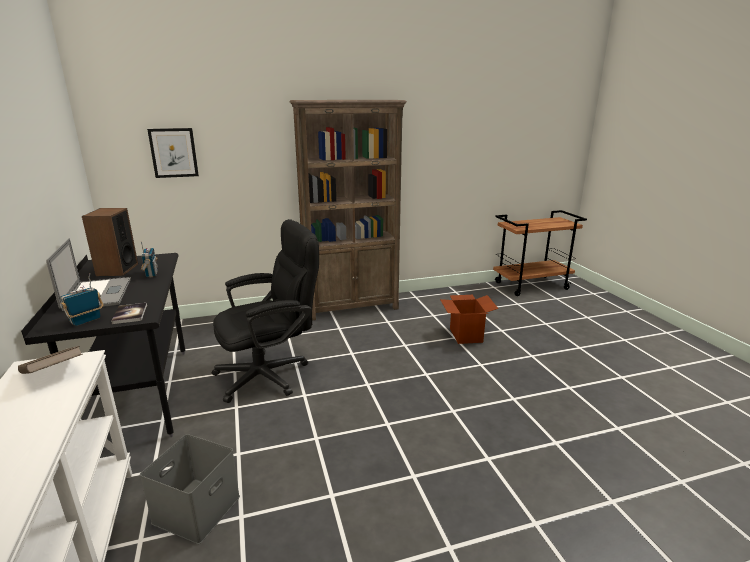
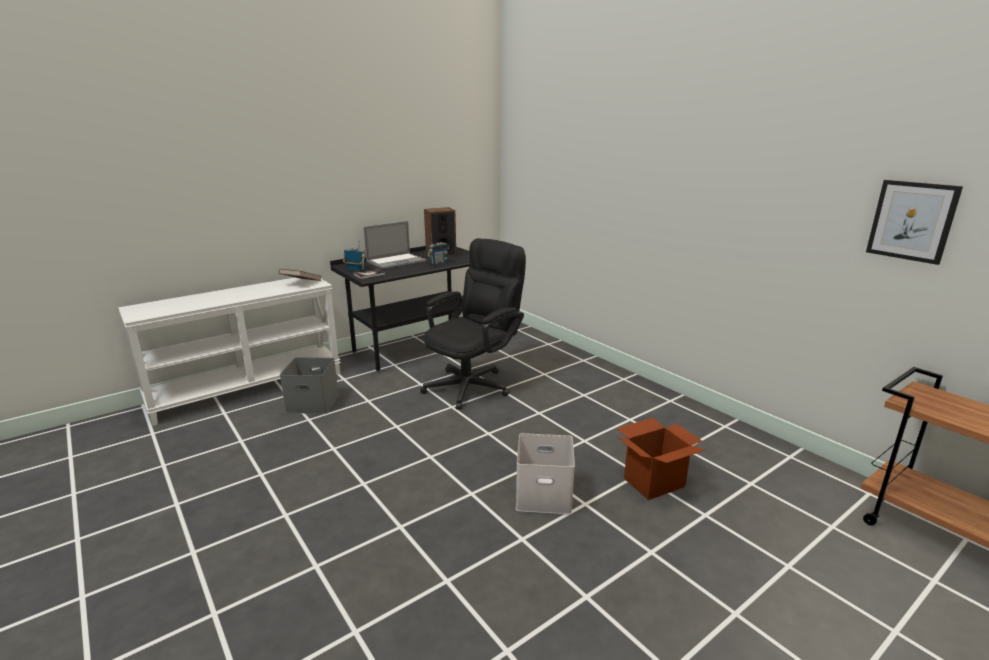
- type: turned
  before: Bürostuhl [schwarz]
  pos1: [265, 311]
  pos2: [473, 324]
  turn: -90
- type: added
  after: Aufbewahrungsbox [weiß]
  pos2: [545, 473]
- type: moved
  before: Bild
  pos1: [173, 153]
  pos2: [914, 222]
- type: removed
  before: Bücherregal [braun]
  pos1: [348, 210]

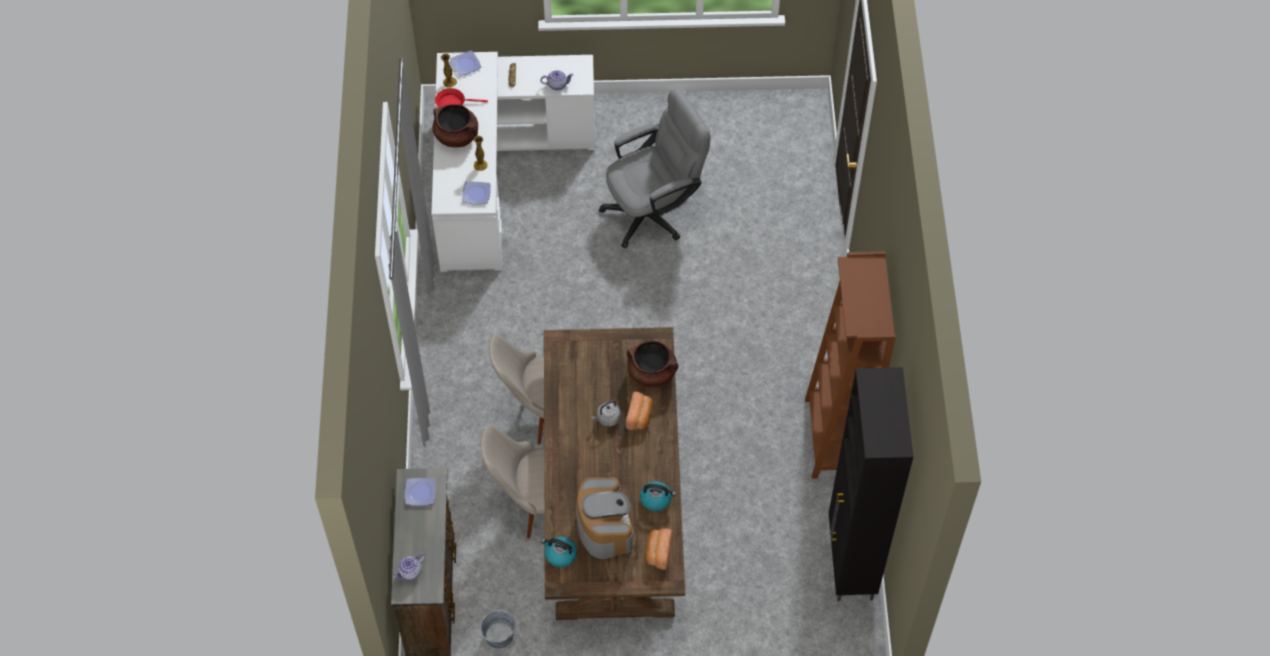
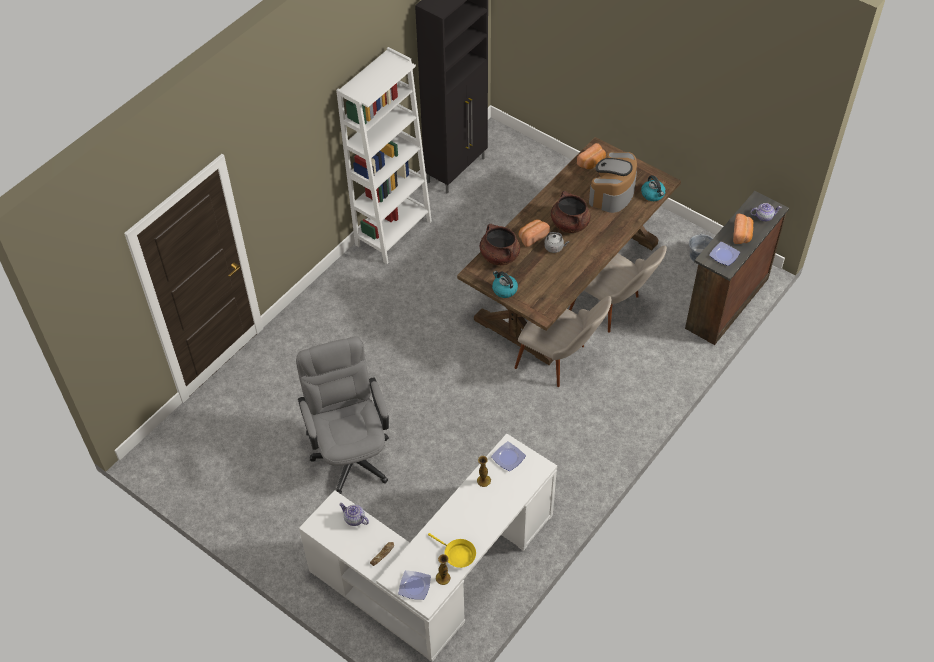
- type: turned
  before: Bürostuhl [grau]
  pos1: [655, 168]
  pos2: [342, 415]
  turn: 60
- type: recoloured
  before: Bücherregal [braun]
  after: Bücherregal [weiß]
  pos1: [850, 365]
  pos2: [384, 155]
- type: recoloured
  before: Pfanne [rot]
  after: Pfanne [gelb]
  pos1: [461, 98]
  pos2: [452, 550]
- type: moved
  before: Wasserkessel
  pos1: [658, 496]
  pos2: [505, 284]
- type: moved
  before: Kochtopf [braun]
  pos1: [455, 126]
  pos2: [570, 212]
- type: added
  after: Brot
  pos2: [743, 229]

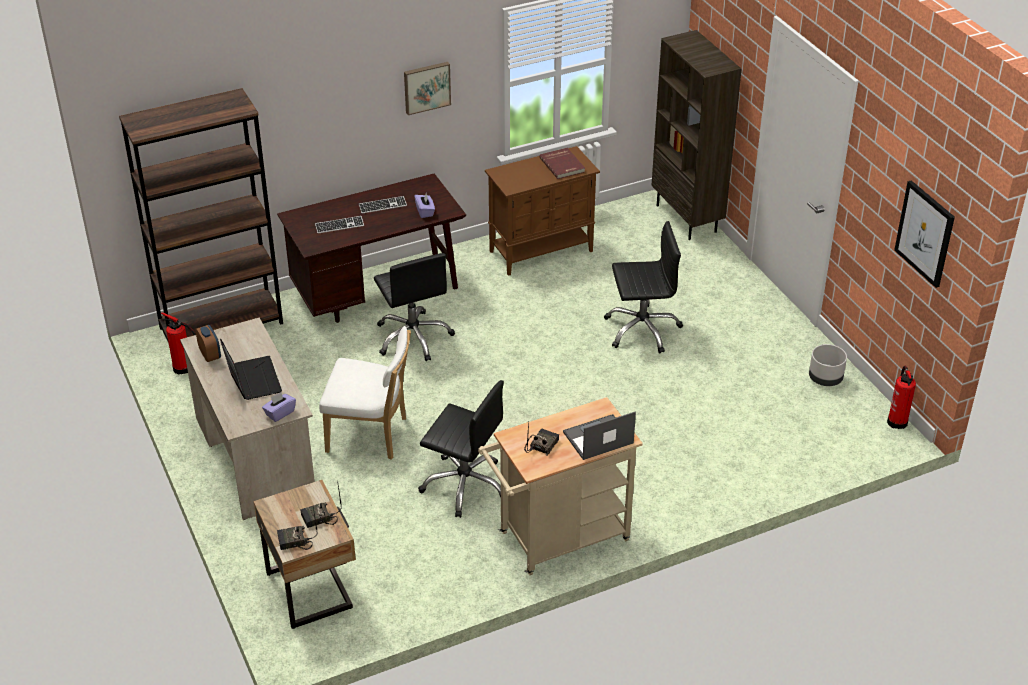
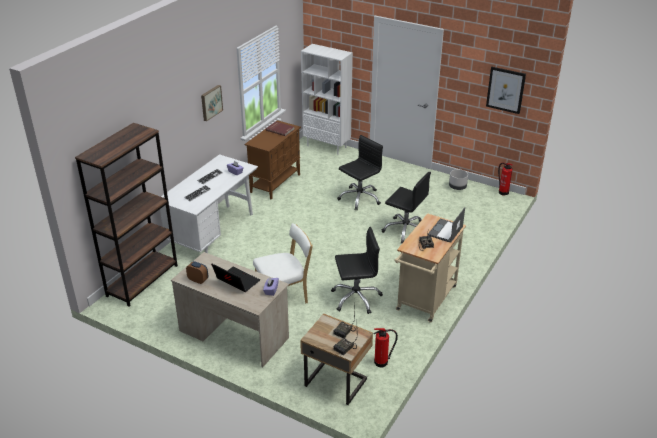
- type: recoloured
  before: Schreibtisch [braun]
  after: Schreibtisch [weiß]
  pos1: [371, 248]
  pos2: [209, 203]
- type: recoloured
  before: Bücherregal [braun]
  after: Bücherregal [weiß]
  pos1: [696, 135]
  pos2: [327, 99]
- type: moved
  before: Feuerlöscher
  pos1: [178, 343]
  pos2: [386, 347]
- type: moved
  before: Bürostuhl [schwarz]
  pos1: [414, 307]
  pos2: [406, 207]

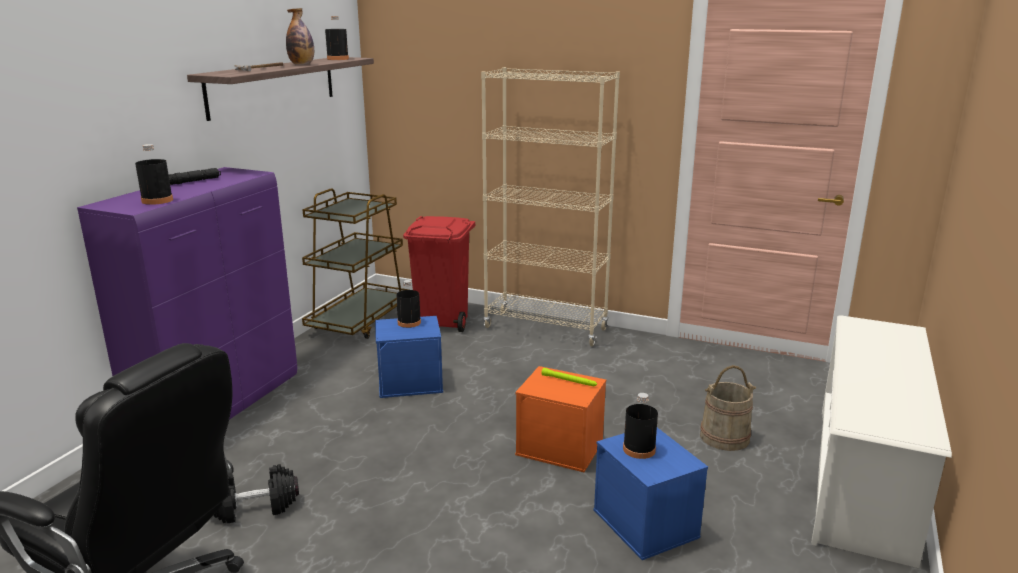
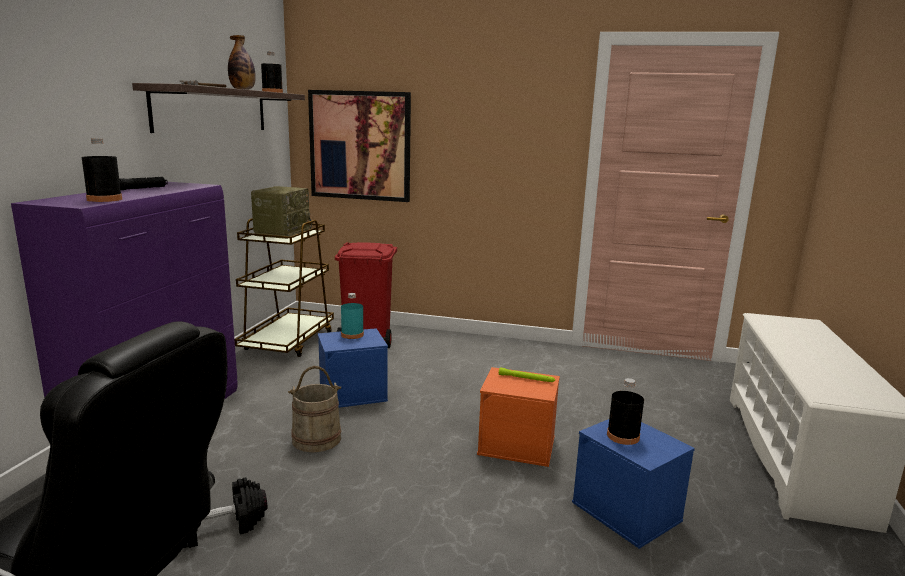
- type: added
  after: Radio
  pos2: [281, 212]
- type: moved
  before: Eimer [beige]
  pos1: [728, 408]
  pos2: [314, 409]
- type: added
  after: Bild
  pos2: [359, 146]
- type: recoloured
  before: Flasche [schwarz]
  after: Flasche [türkis]
  pos1: [408, 304]
  pos2: [352, 316]
- type: removed
  before: Bücherregal [beige]
  pos1: [550, 206]

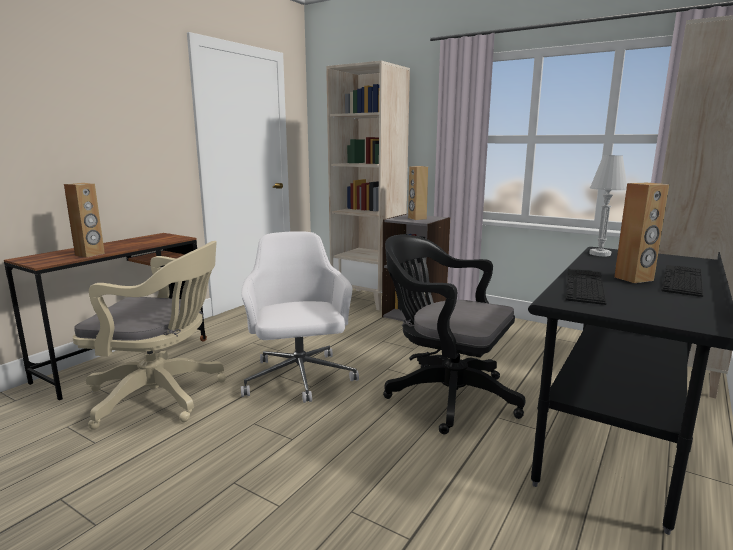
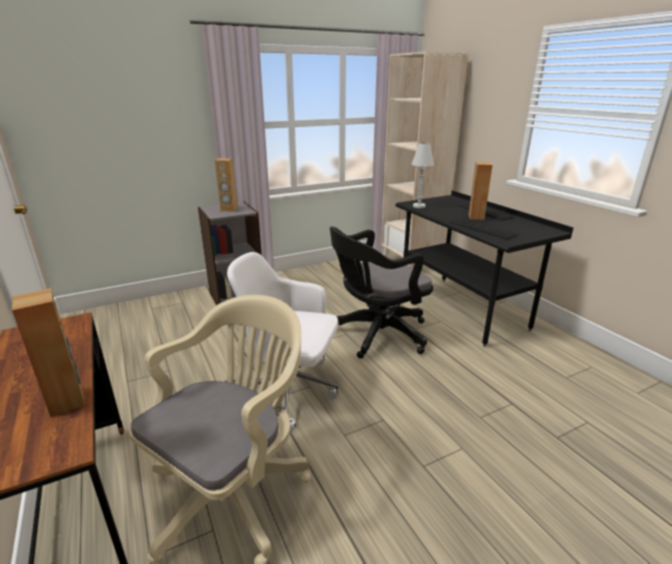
- type: removed
  before: Bücherregal [beige]
  pos1: [368, 185]

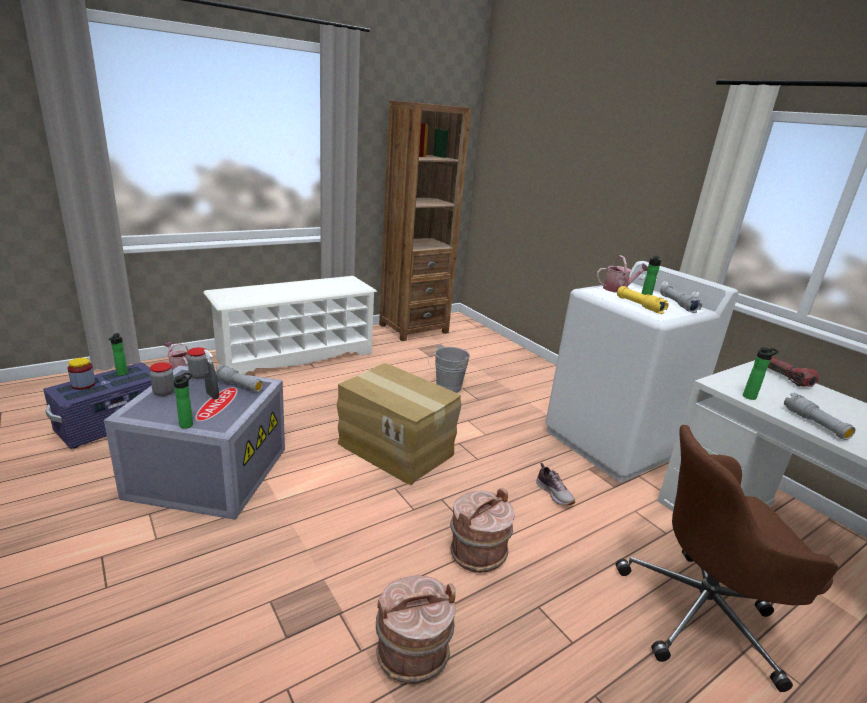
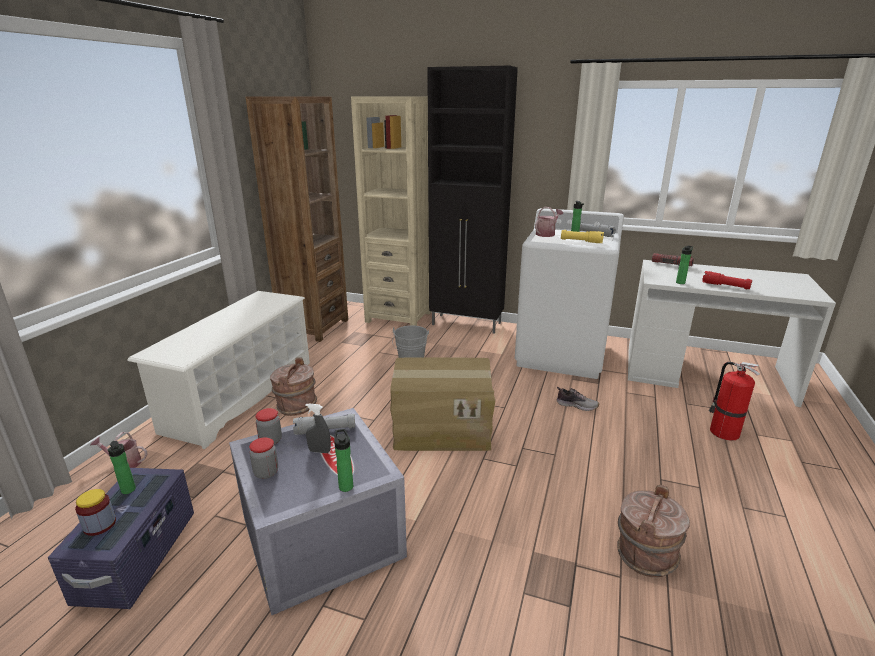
- type: moved
  before: Eimer [braun]
  pos1: [482, 530]
  pos2: [293, 386]
- type: added
  after: Bücherregal [beige]
  pos2: [391, 211]
- type: added
  after: Schrank [schwarz]
  pos2: [472, 200]
- type: recoloured
  before: Taschenlampe [grau]
  after: Taschenlampe [rot]
  pos1: [819, 416]
  pos2: [727, 280]
- type: replaced
  before: Bürostuhl [braun]
  after: Feuerlöscher
  pos1: [727, 558]
  pos2: [734, 401]

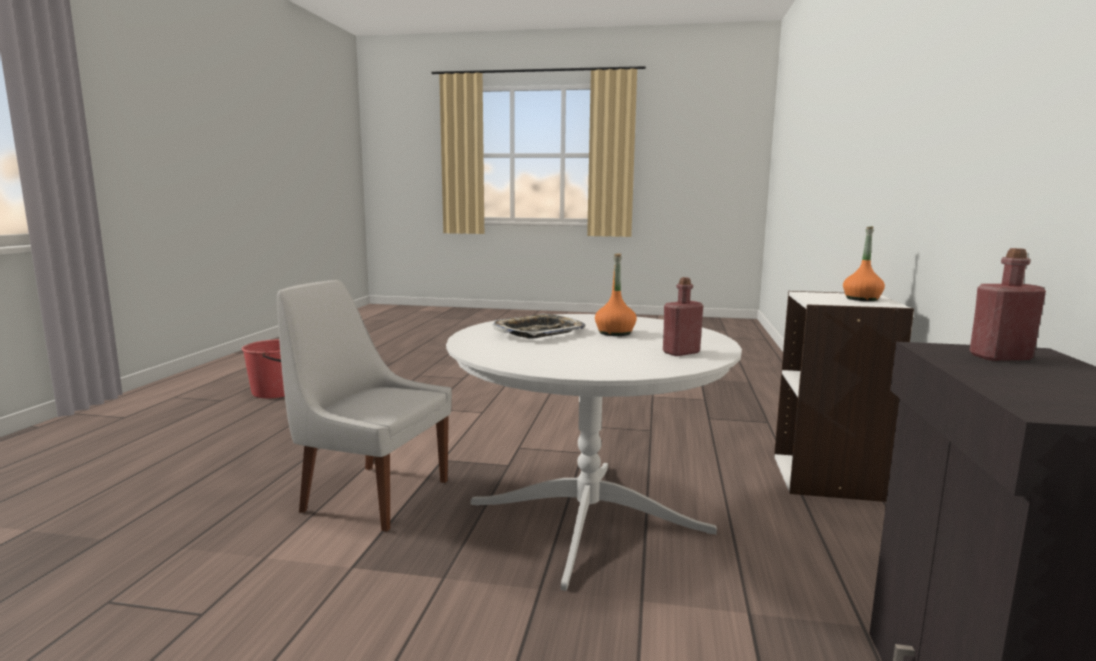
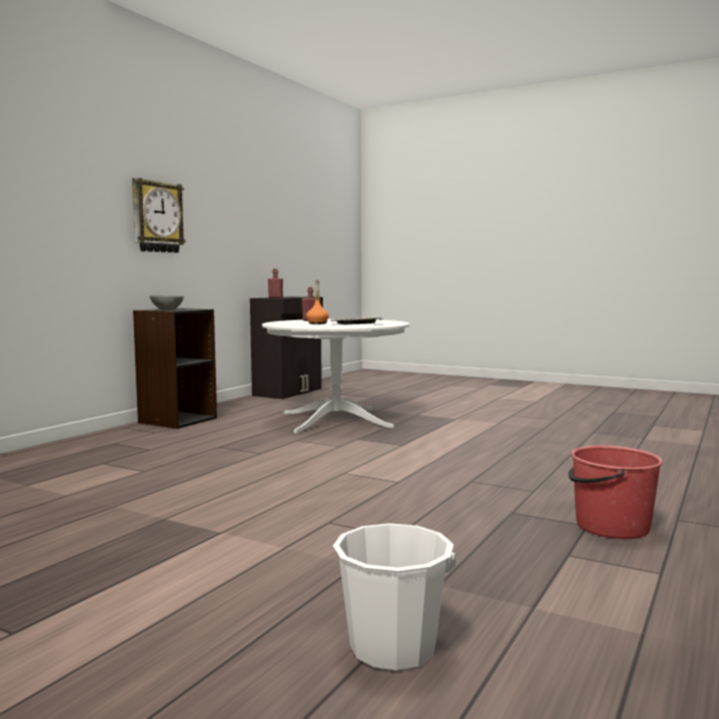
- type: added
  after: Wanduhr
  pos2: [159, 215]
- type: recoloured
  before: Bücherregal [weiß]
  after: Bücherregal [schwarz]
  pos1: [844, 396]
  pos2: [175, 368]
- type: replaced
  before: Flasche [orange]
  after: Schüssel [grau]
  pos1: [864, 263]
  pos2: [167, 302]
- type: added
  after: Eimer [weiß]
  pos2: [394, 596]
- type: removed
  before: Stuhl [weiß]
  pos1: [364, 406]

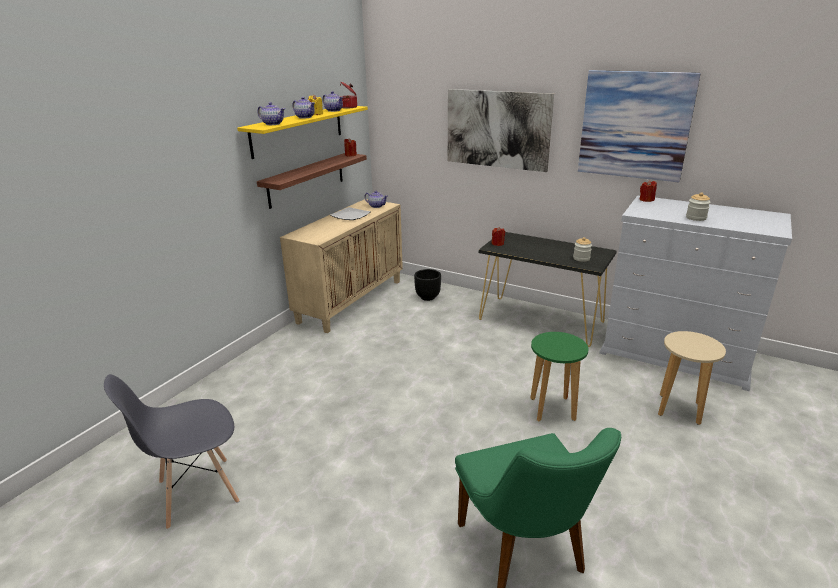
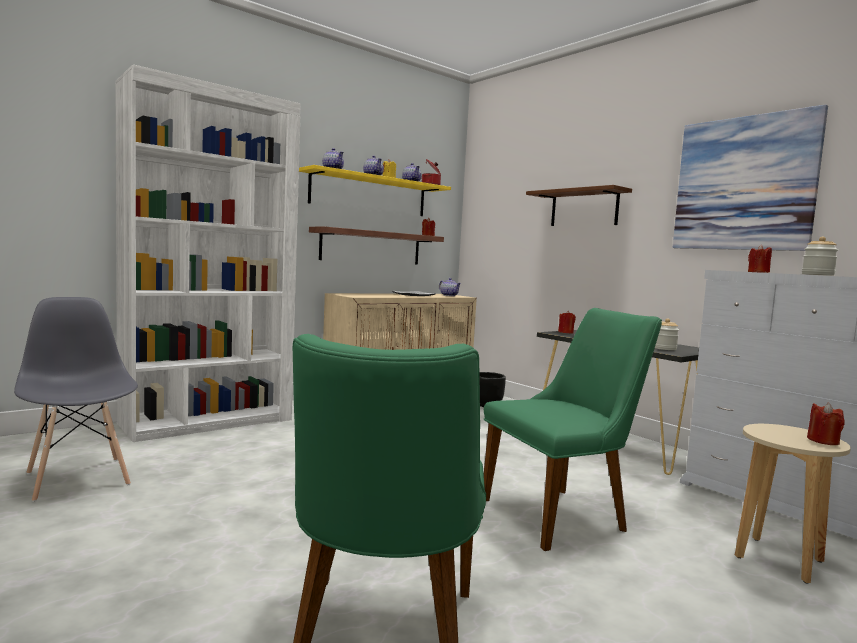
- type: turned
  before: Stuhl [grau]
  pos1: [172, 451]
  pos2: [76, 399]
  turn: 60
- type: added
  after: Bücherregal [weiß]
  pos2: [208, 253]
- type: replaced
  before: Hocker [grün]
  after: Stuhl [grün]
  pos1: [559, 376]
  pos2: [573, 429]
- type: replaced
  before: Bild
  after: Wandregal [braun]
  pos1: [501, 130]
  pos2: [579, 205]
- type: added
  after: Kerze [rot]
  pos2: [826, 424]

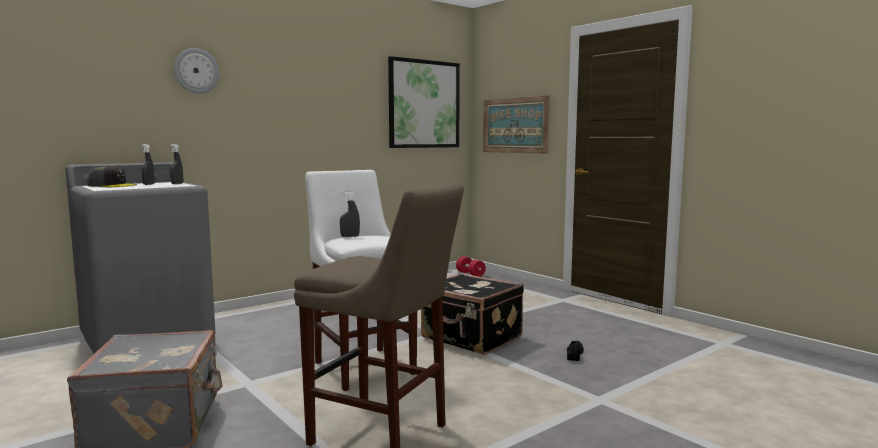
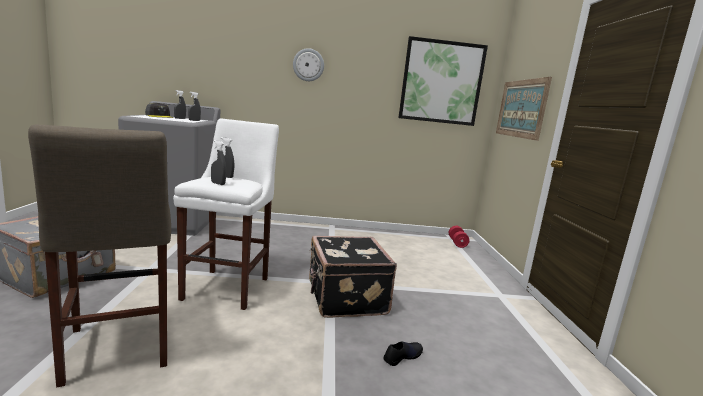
- type: added
  after: Sprühflasche [grau]
  pos2: [218, 162]
- type: moved
  before: Wanduhr
  pos1: [196, 71]
  pos2: [308, 64]

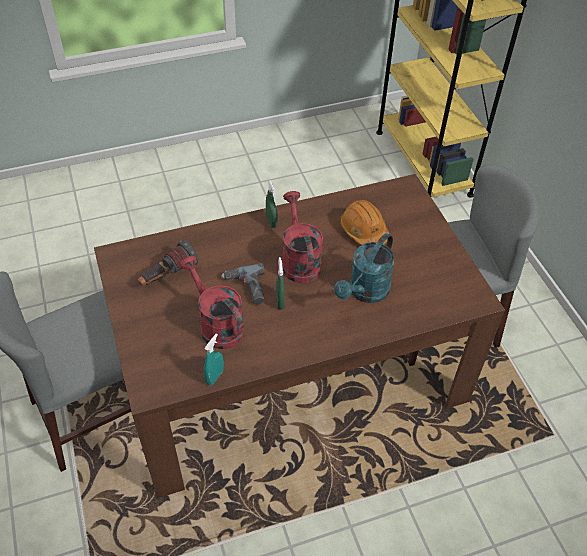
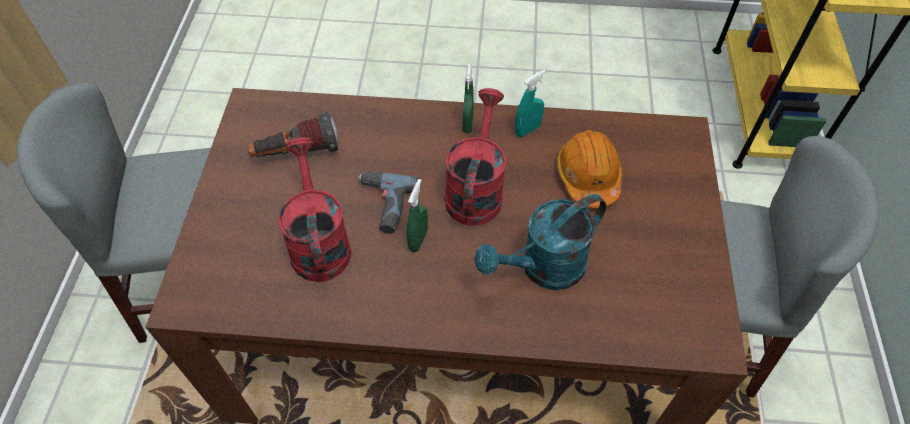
- type: moved
  before: Sprühflasche [türkis]
  pos1: [214, 359]
  pos2: [530, 103]

